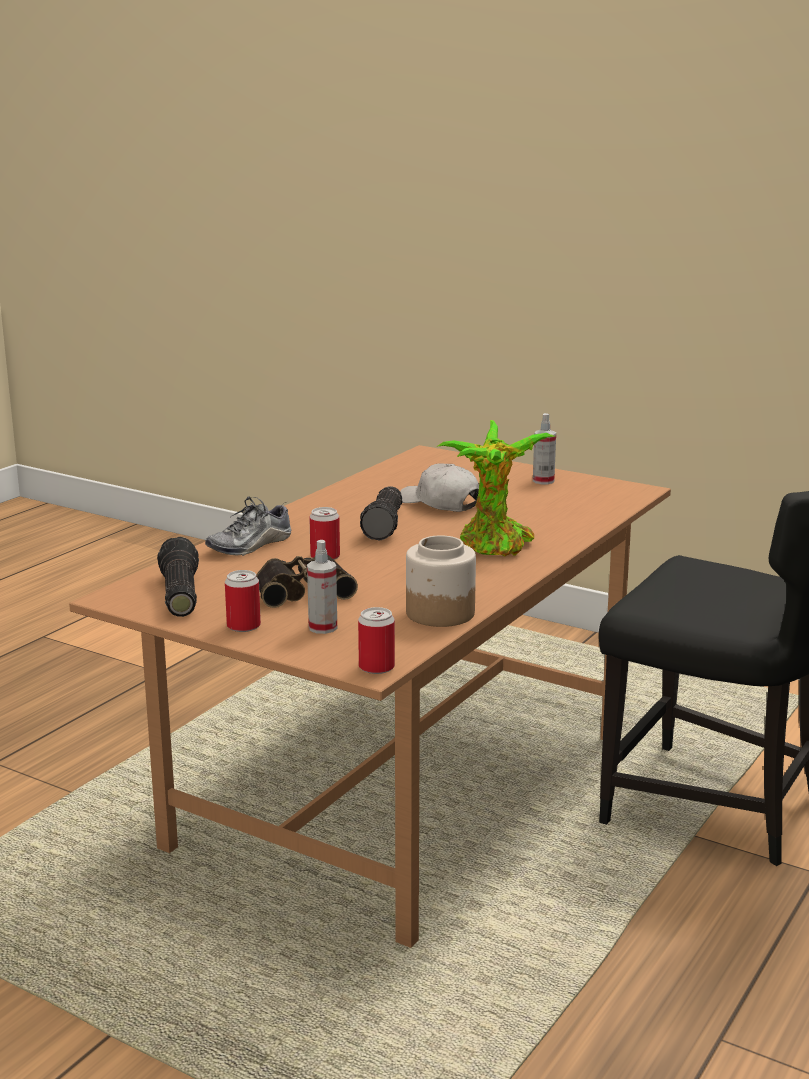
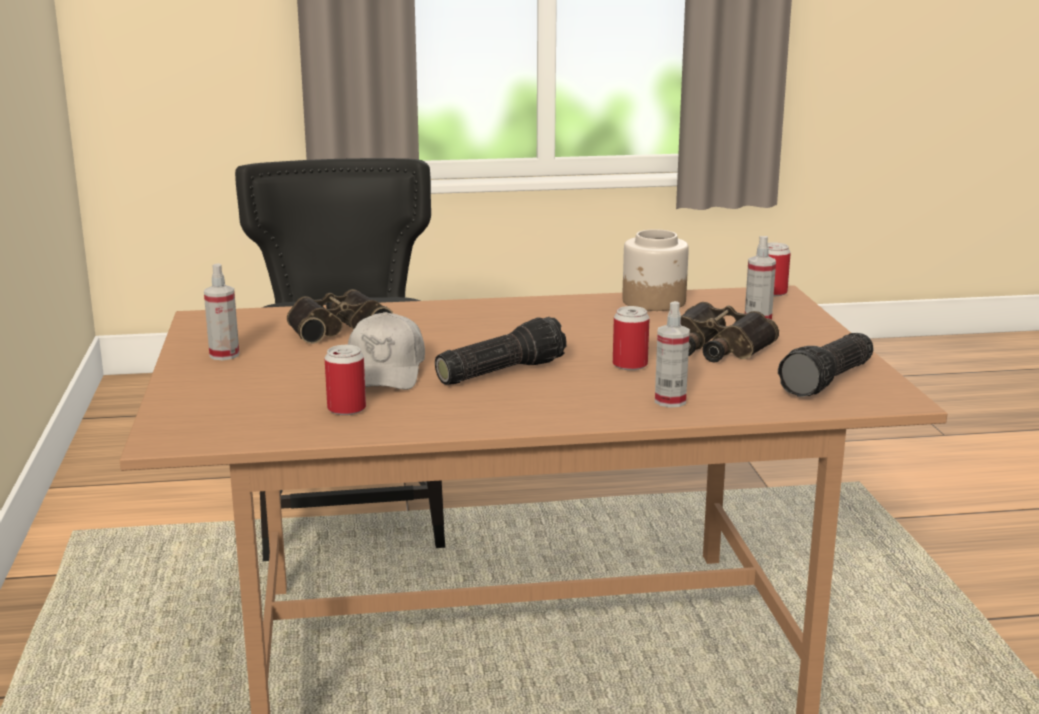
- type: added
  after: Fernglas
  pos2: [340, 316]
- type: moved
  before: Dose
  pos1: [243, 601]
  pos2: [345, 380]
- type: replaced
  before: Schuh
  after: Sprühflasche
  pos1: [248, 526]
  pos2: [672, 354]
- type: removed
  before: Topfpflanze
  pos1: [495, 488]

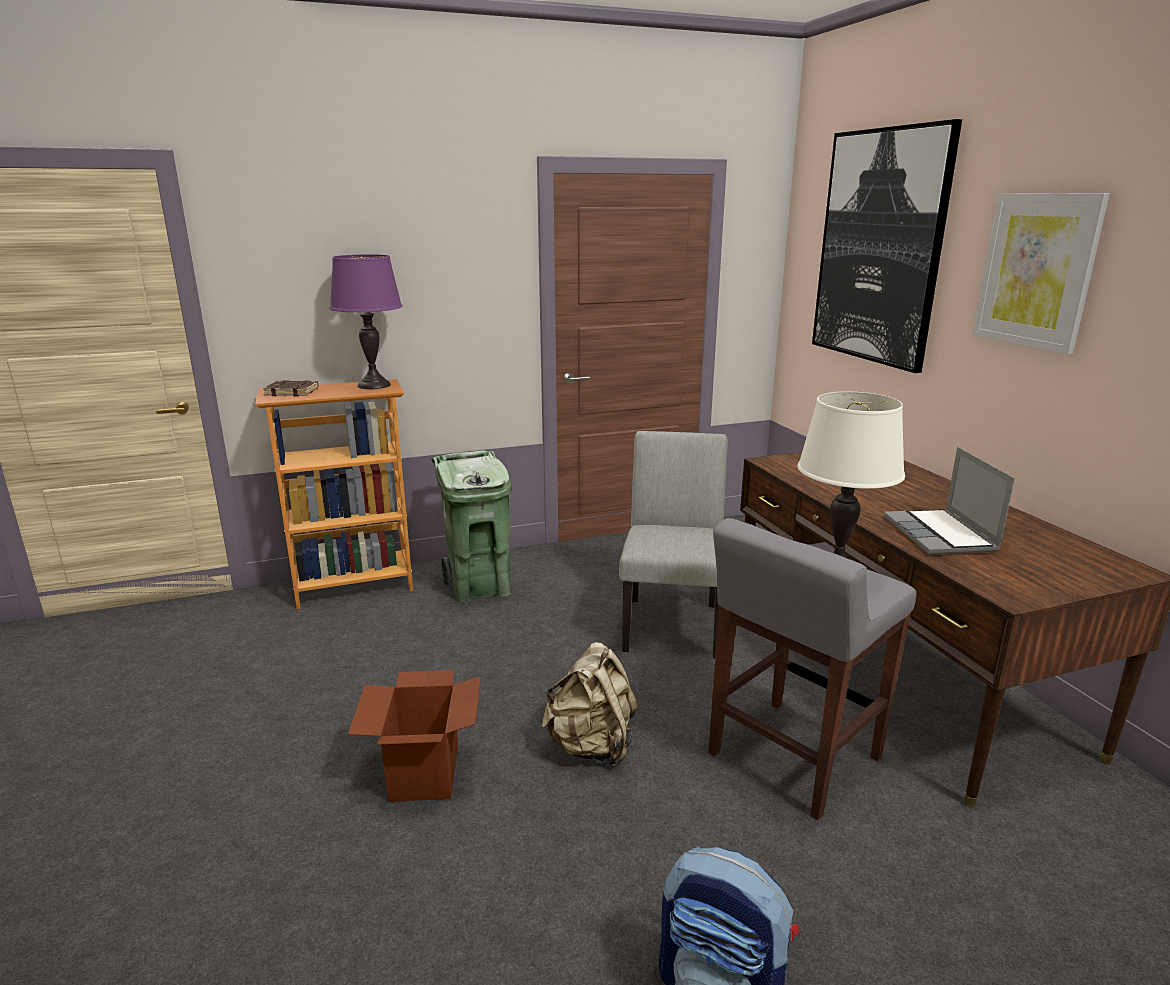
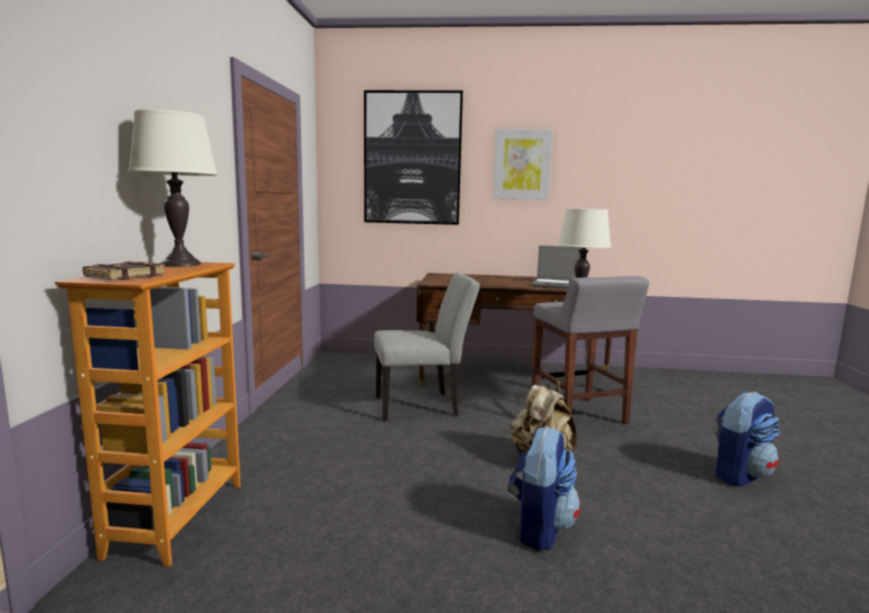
- type: recoloured
  before: Tischlampe [lila]
  after: Tischlampe [weiß]
  pos1: [366, 321]
  pos2: [173, 188]
- type: turned
  before: Stuhl [grau]
  pos1: [673, 545]
  pos2: [427, 346]
  turn: 135
- type: replaced
  before: Karton
  after: Rucksack
  pos1: [414, 736]
  pos2: [544, 488]
- type: removed
  before: Mülleimer [grün]
  pos1: [472, 526]

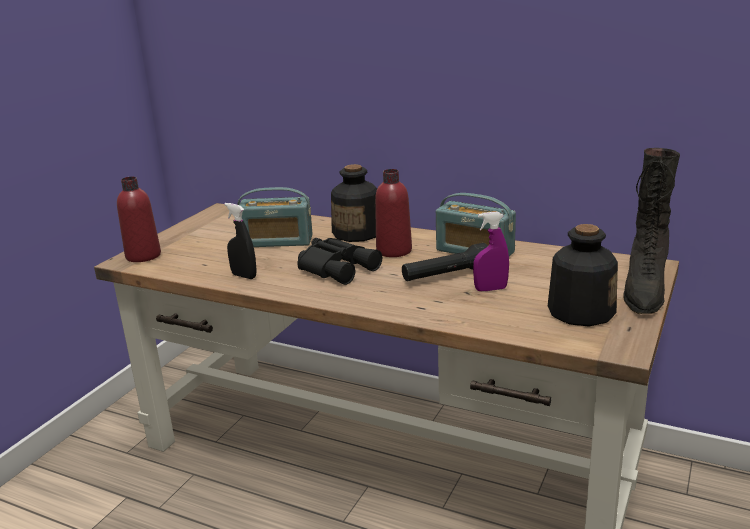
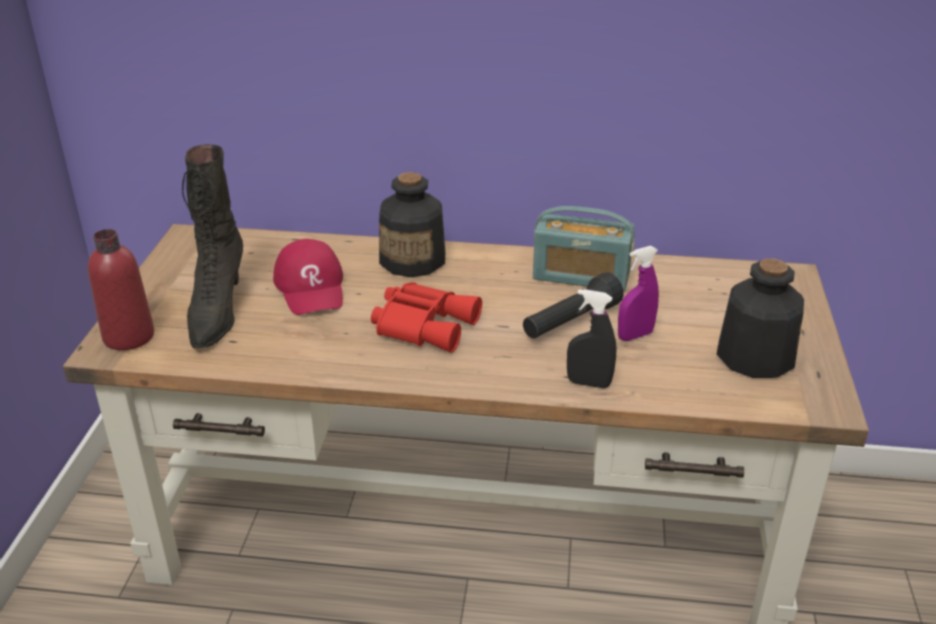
- type: moved
  before: Stiefel [schwarz]
  pos1: [652, 231]
  pos2: [212, 246]
- type: replaced
  before: Radio
  after: Kappe [rot]
  pos1: [275, 217]
  pos2: [308, 277]
- type: recoloured
  before: Fernglas [schwarz]
  after: Fernglas [rot]
  pos1: [339, 261]
  pos2: [426, 317]
- type: moved
  before: Sprühflasche [schwarz]
  pos1: [240, 241]
  pos2: [592, 338]
- type: removed
  before: Flasche [rot]
  pos1: [393, 213]

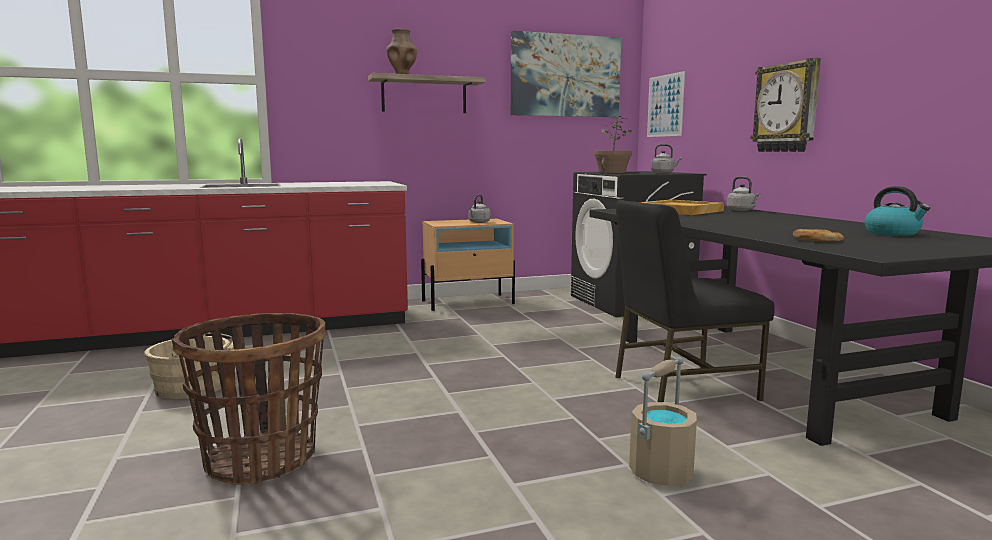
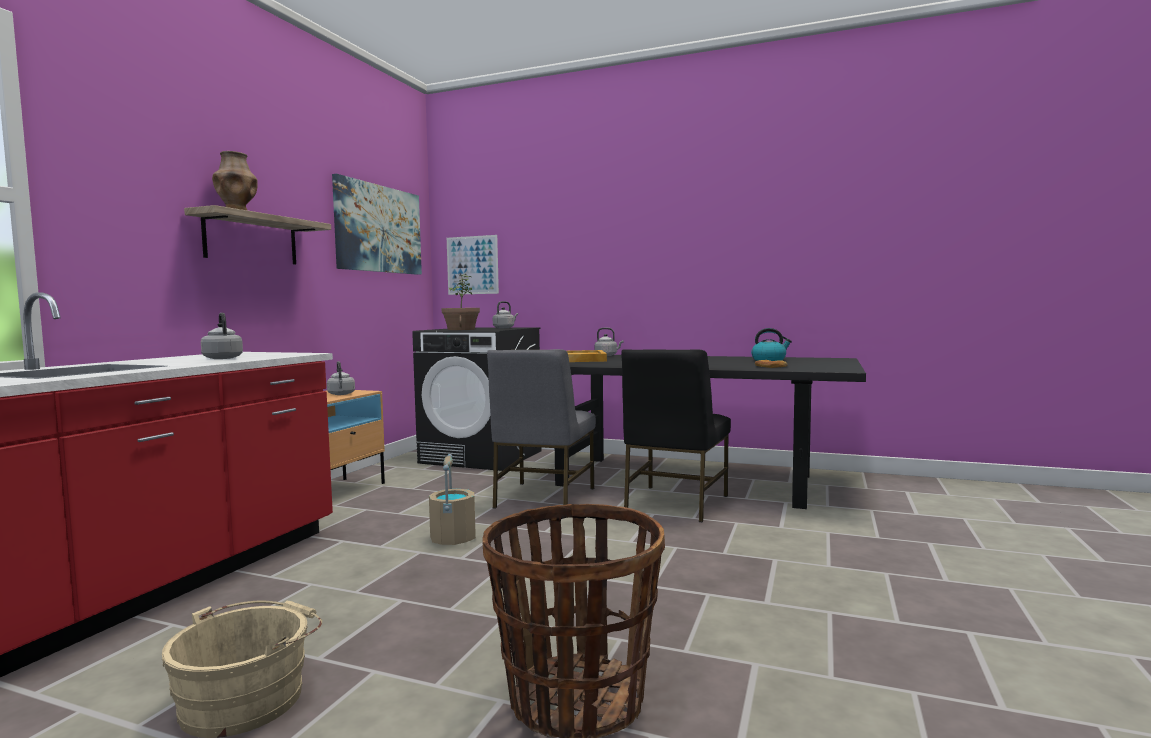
- type: added
  after: Wasserkessel [grau]
  pos2: [222, 336]
- type: moved
  before: Eimer [beige]
  pos1: [663, 421]
  pos2: [452, 499]
- type: added
  after: Stuhl [grau]
  pos2: [541, 429]
- type: removed
  before: Wanduhr
  pos1: [786, 105]

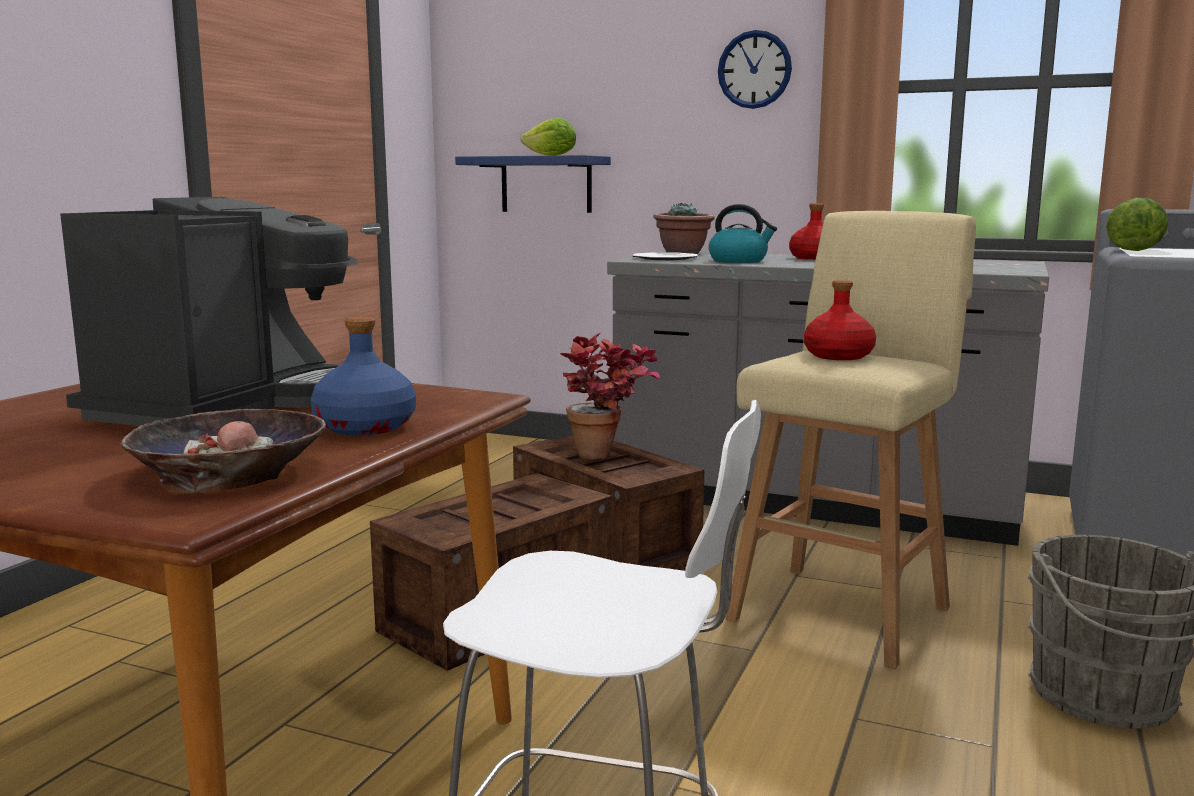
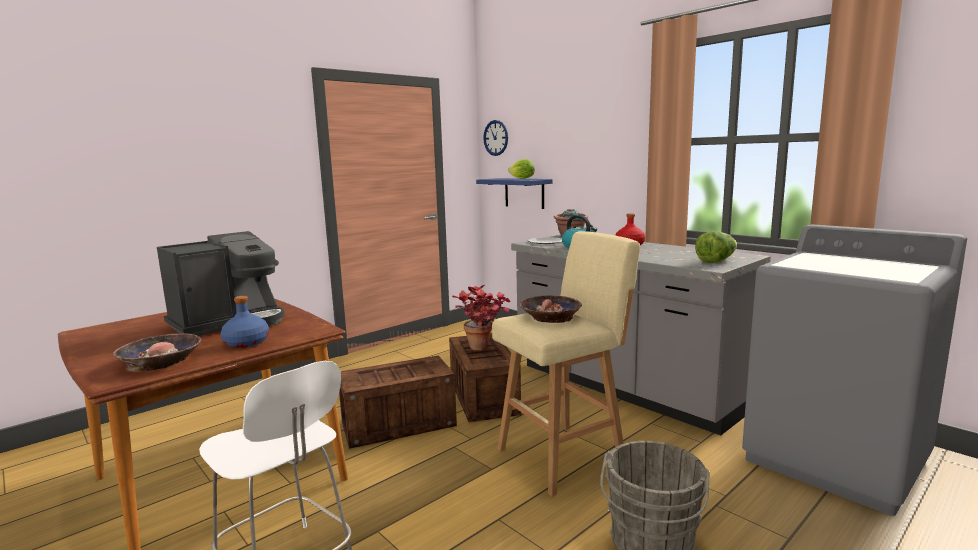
- type: moved
  before: Wanduhr
  pos1: [755, 69]
  pos2: [495, 138]
- type: replaced
  before: Flasche [rot]
  after: Schüssel
  pos1: [840, 320]
  pos2: [551, 309]
- type: moved
  before: Salatkopf
  pos1: [1137, 224]
  pos2: [716, 247]

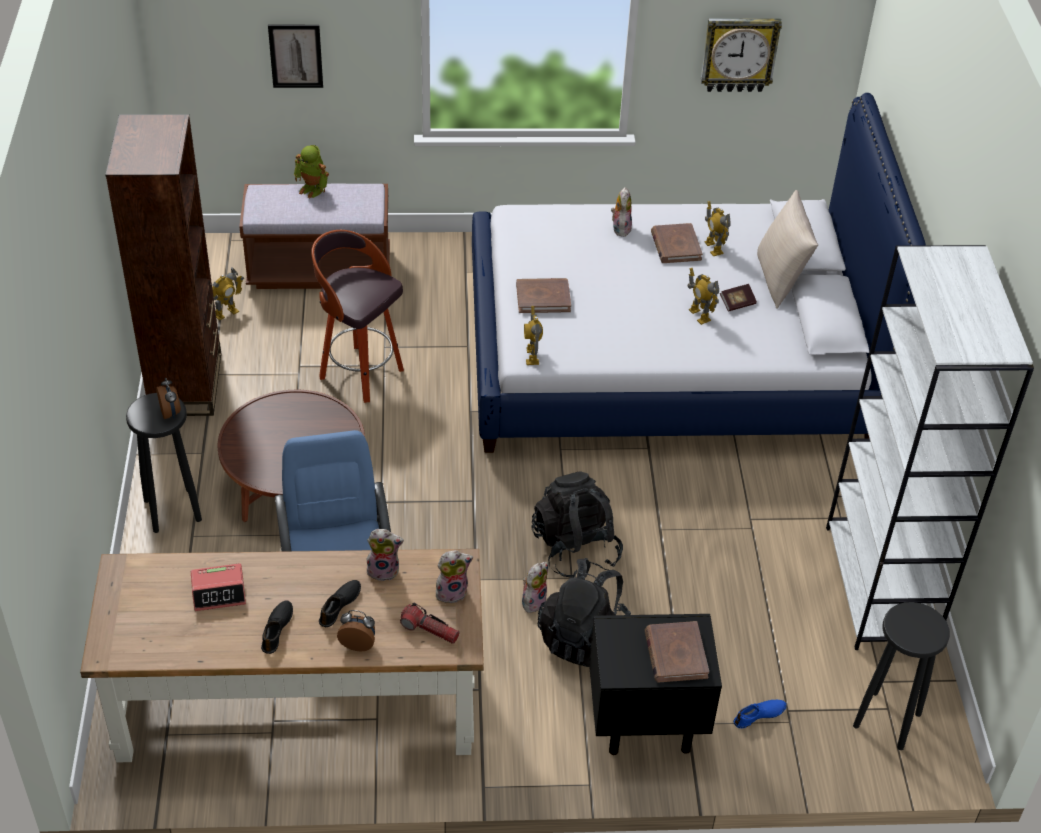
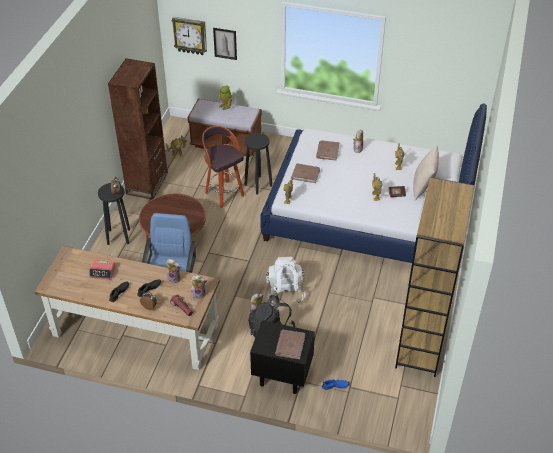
- type: moved
  before: Wanduhr
  pos1: [741, 55]
  pos2: [189, 36]
- type: moved
  before: Hocker [schwarz]
  pos1: [901, 676]
  pos2: [258, 164]
- type: recoloured
  before: Rucksack [schwarz]
  after: Rucksack [weiß]
  pos1: [577, 525]
  pos2: [286, 280]
- type: moved
  before: Buch [braun]
  pos1: [677, 243]
  pos2: [327, 150]
- type: recoloured
  before: Bücherregal [weiß]
  after: Bücherregal [braun]
  pos1: [930, 447]
  pos2: [434, 277]

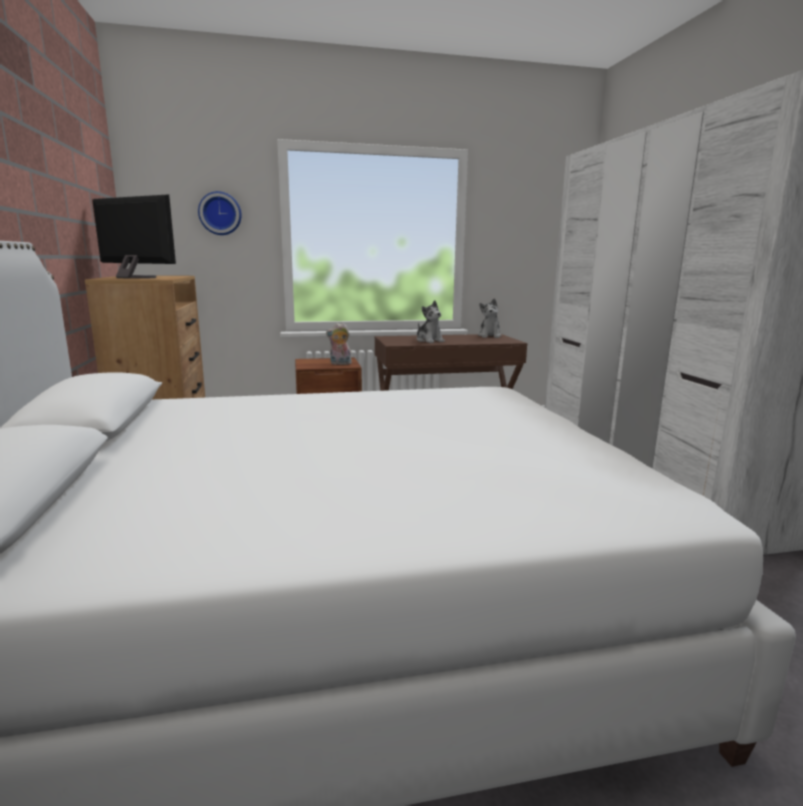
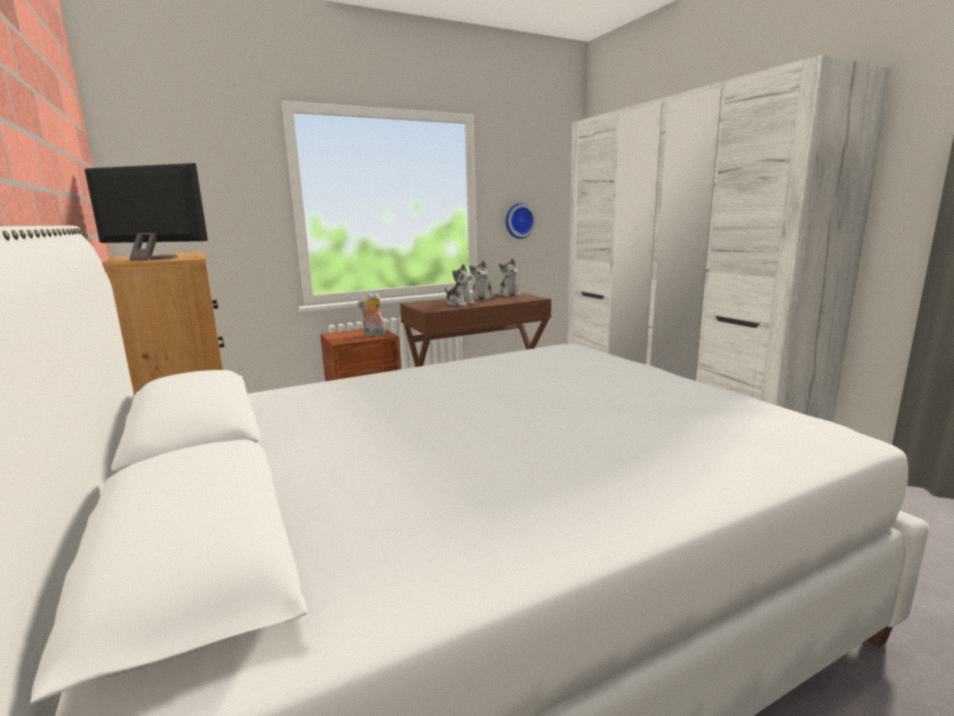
- type: added
  after: Plüschtier
  pos2: [481, 280]
- type: moved
  before: Wanduhr
  pos1: [220, 213]
  pos2: [521, 221]

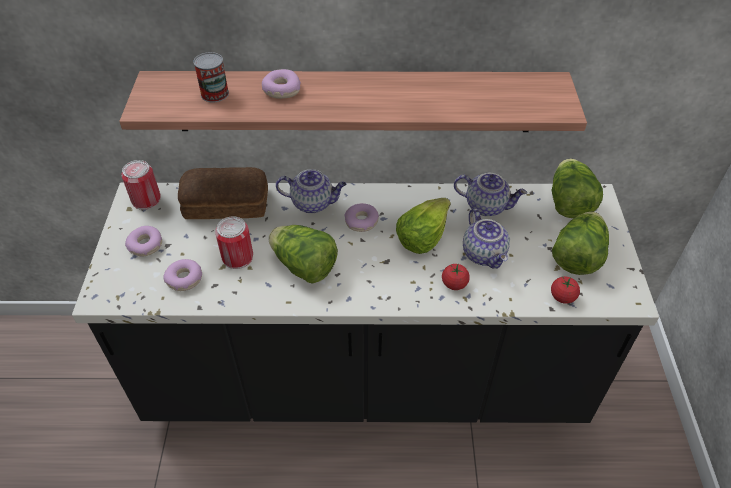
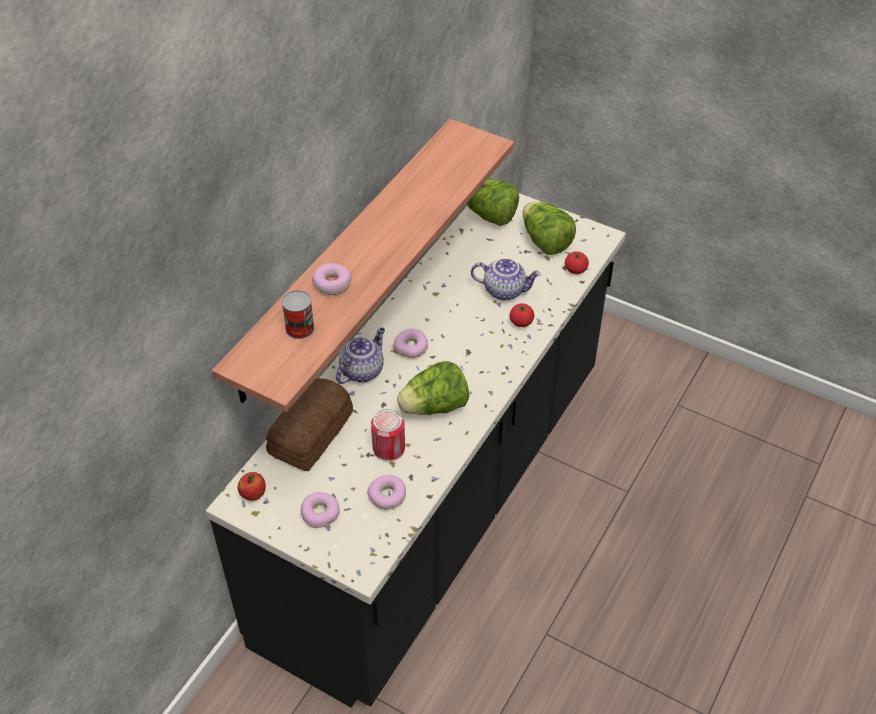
- type: replaced
  before: Dose
  after: Apfel
  pos1: [141, 185]
  pos2: [252, 486]
- type: removed
  before: Salatkopf
  pos1: [423, 226]
- type: removed
  before: Teekanne
  pos1: [490, 194]

